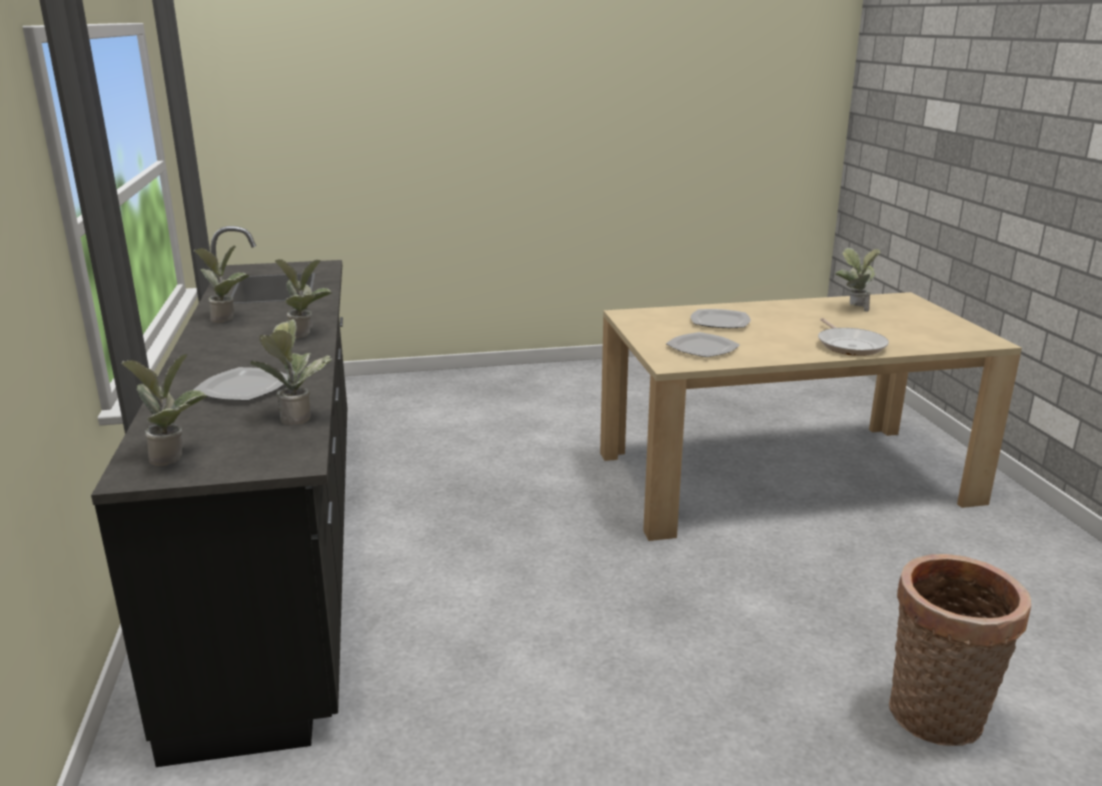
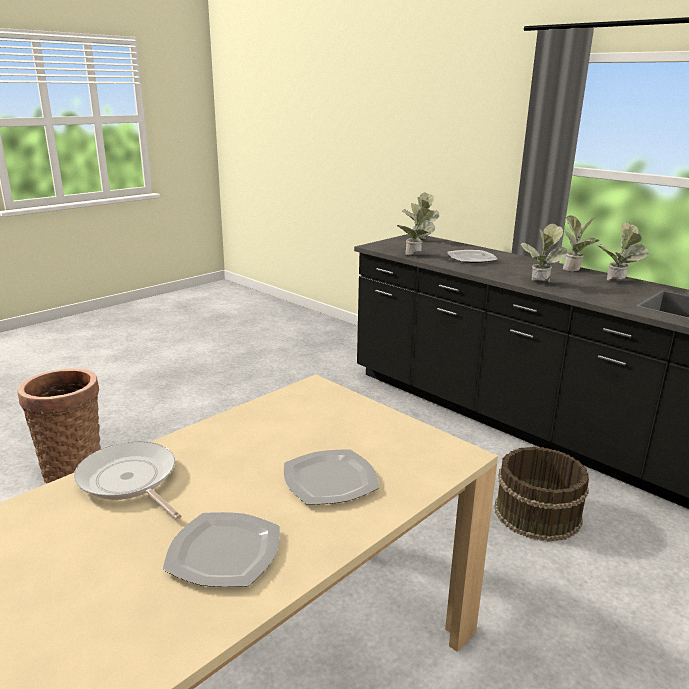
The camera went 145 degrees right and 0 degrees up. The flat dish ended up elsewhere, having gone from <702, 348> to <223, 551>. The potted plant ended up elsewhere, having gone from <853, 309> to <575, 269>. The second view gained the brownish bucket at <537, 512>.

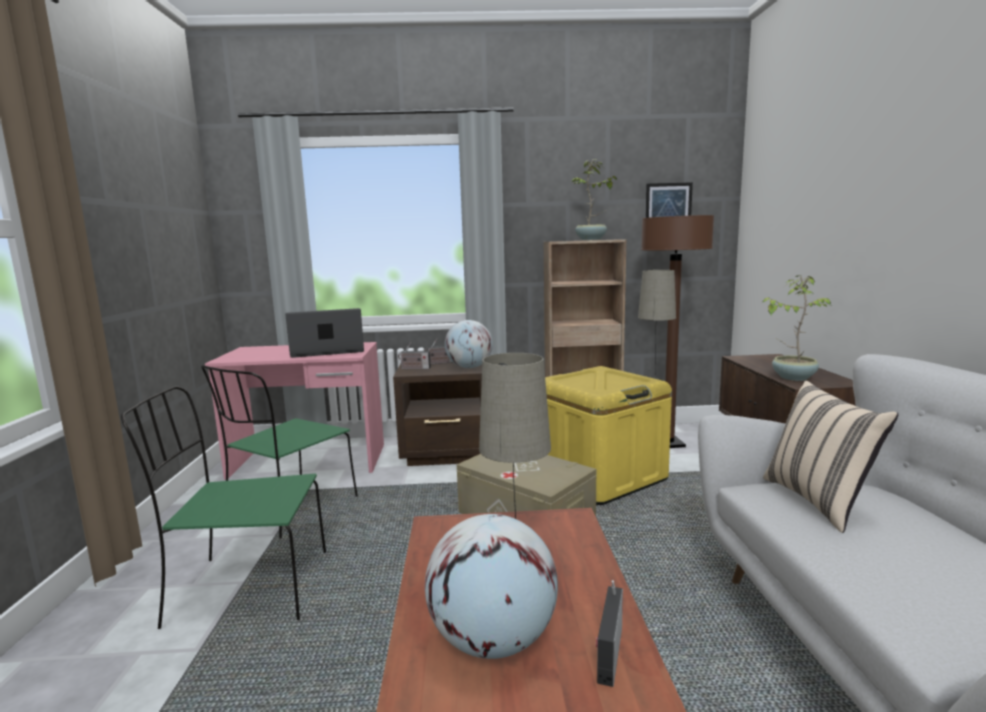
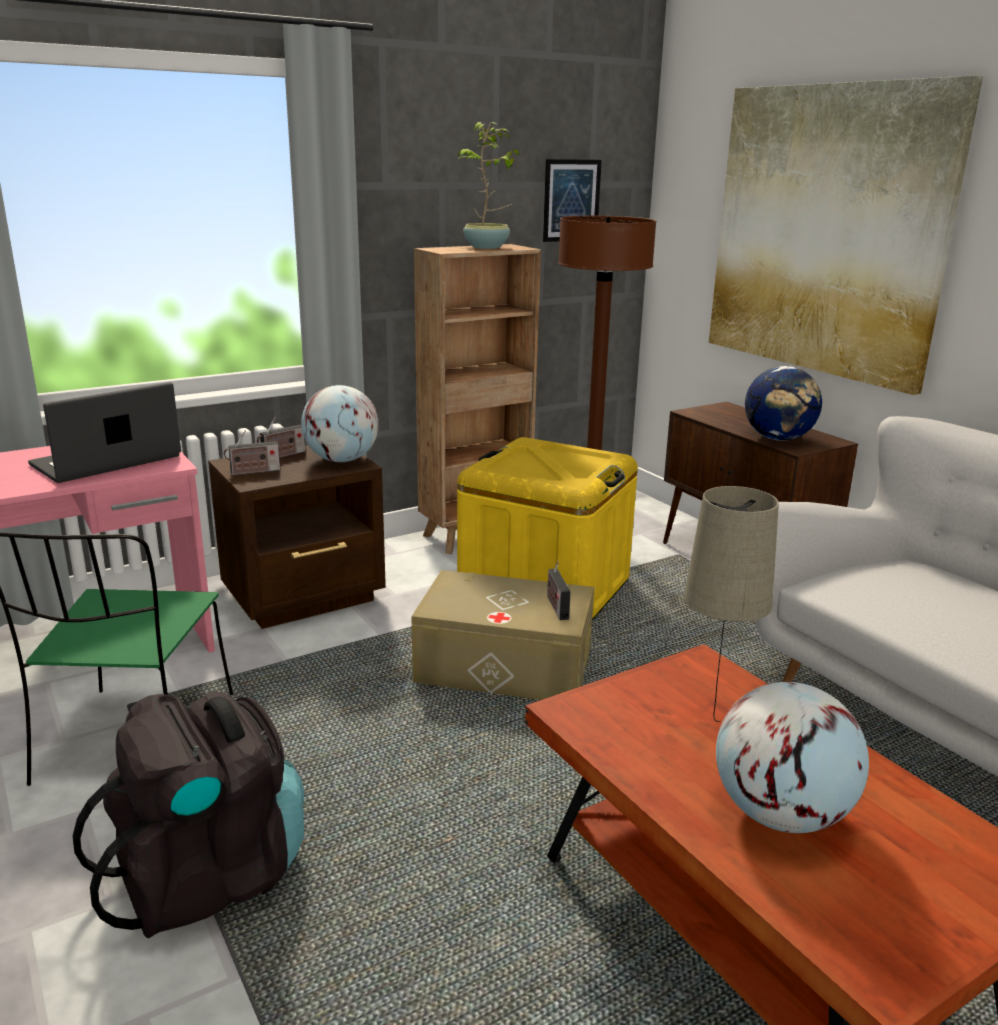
The camera went 30 degrees left and 10 degrees up. Where the green-coloured plain chair stood at <246, 588>, the black-coloured knapsack came to stand at <209, 876>. The radio set ended up elsewhere, having gone from <609, 651> to <556, 606>. The second view lost the sand-coloured lamp for a table at <654, 382>. Where the potted plant stood at <793, 377>, the desk globe came to stand at <778, 439>. The second view lost the sand-coloured throw pillow at <819, 501>. The second view gained the picture at <827, 231>.

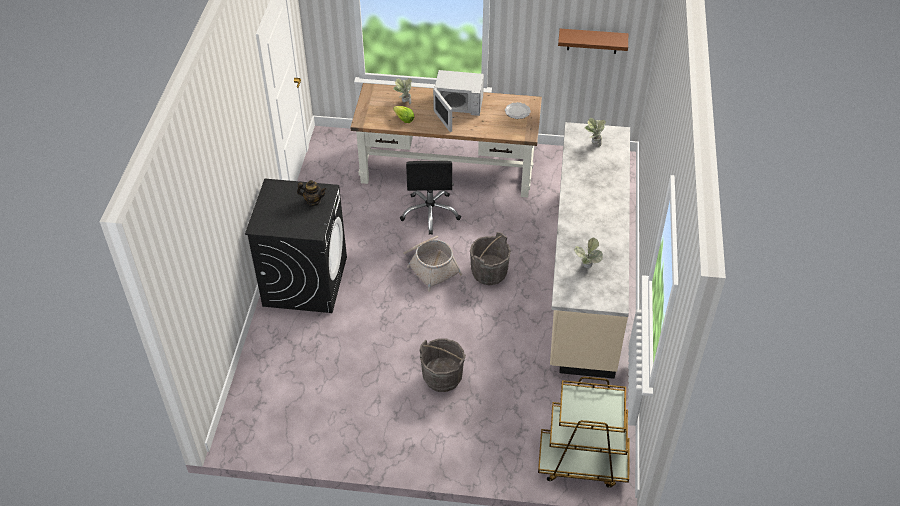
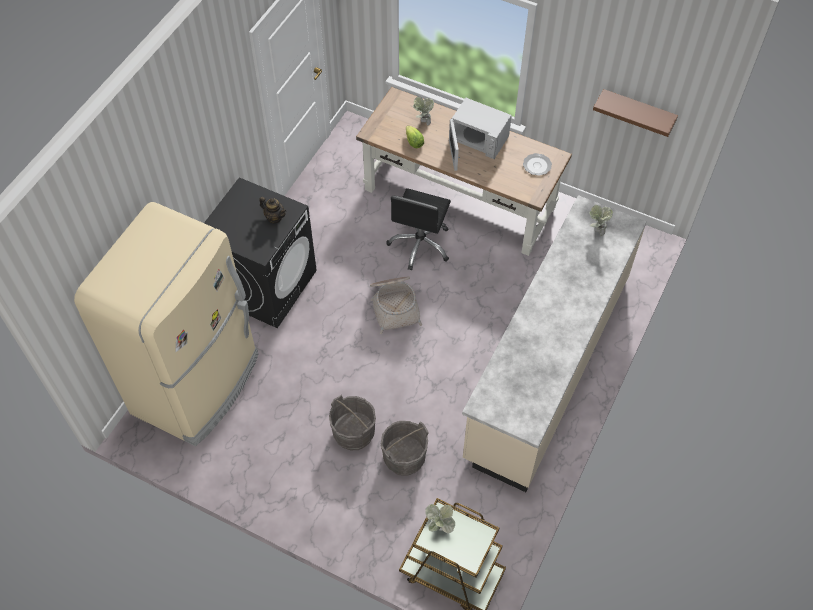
The camera went 20 degrees right and 10 degrees up. The greyish bucket ended up elsewhere, having gone from <489, 273> to <404, 458>. The potted plant ended up elsewhere, having gone from <586, 268> to <439, 528>. The second view gained the sand-coloured fridge at <198, 384>.

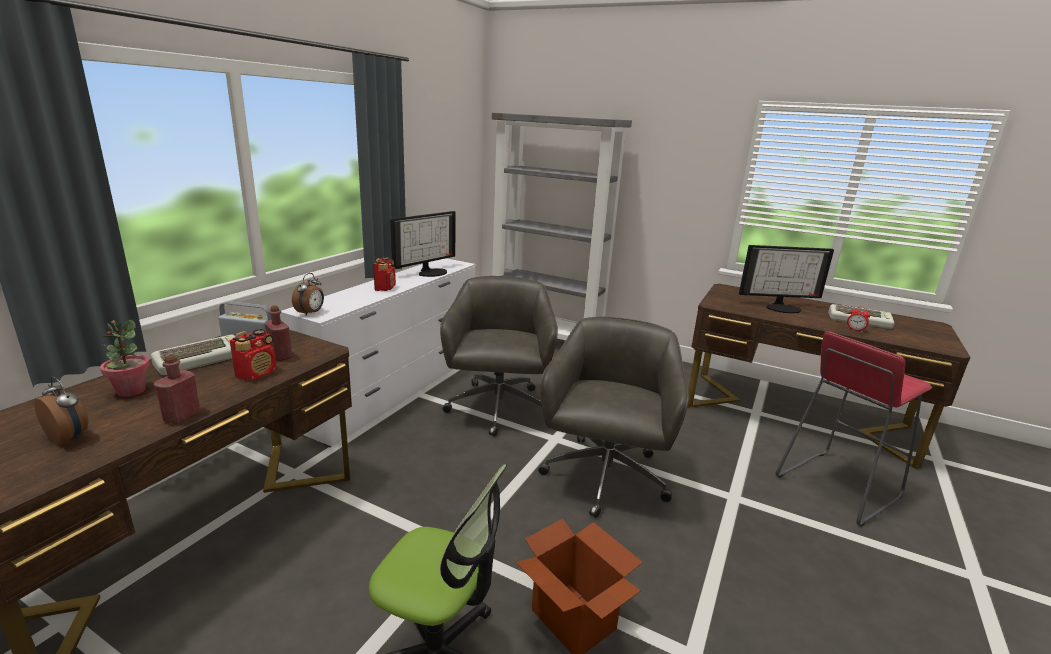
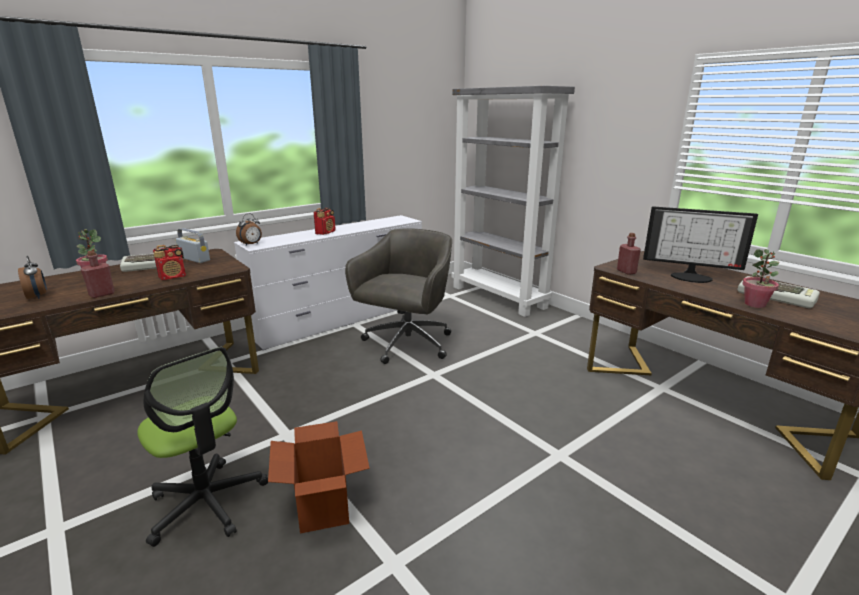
The camera went 25 degrees right and 0 degrees up. The reddish drink bottle ended up elsewhere, having gone from <280, 356> to <626, 271>. The second view lost the computer screen at <431, 272>. The second view lost the greyish computer chair at <604, 478>. The second view lost the reddish stool at <836, 486>. Where the alarm clock stood at <855, 330>, the potted plant came to stand at <755, 304>.

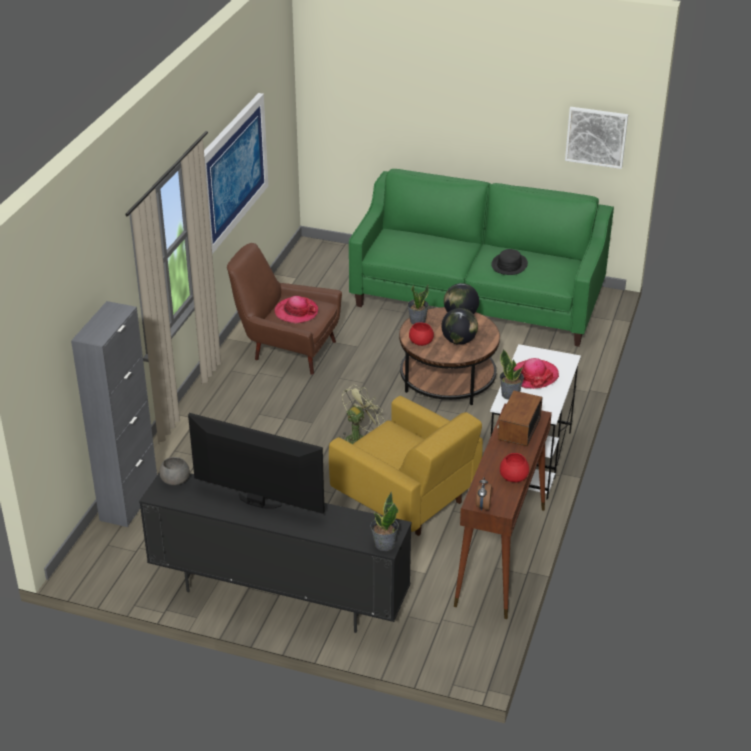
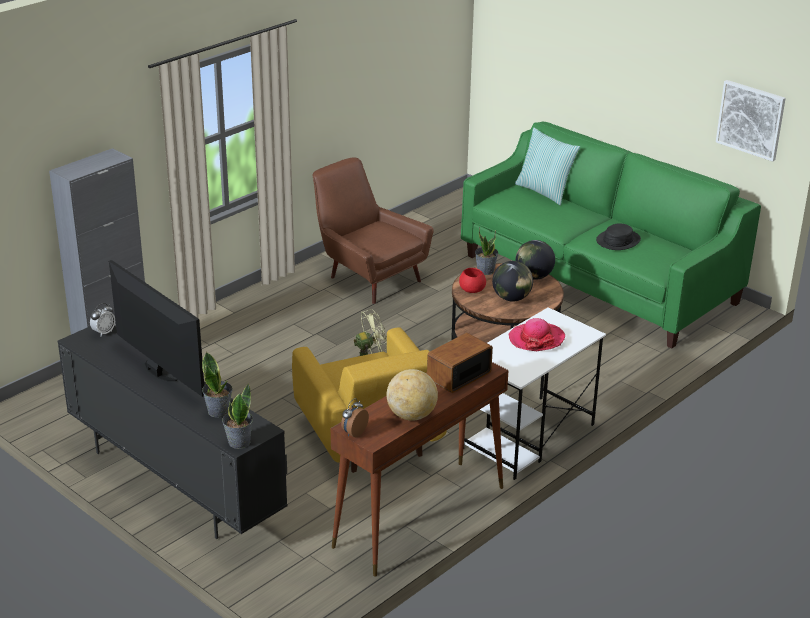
The camera went 25 degrees right and 5 degrees down. Where the greyish bowl stood at <174, 480>, the alarm clock came to stand at <103, 332>. The second view lost the picture at <231, 172>. The second view lost the clothing hat at <296, 312>. The potted plant ended up elsewhere, having gone from <510, 394> to <219, 411>. Where the reddish bowl stood at <513, 476>, the desk globe came to stand at <411, 415>. The second view gained the throw pillow at <544, 192>.

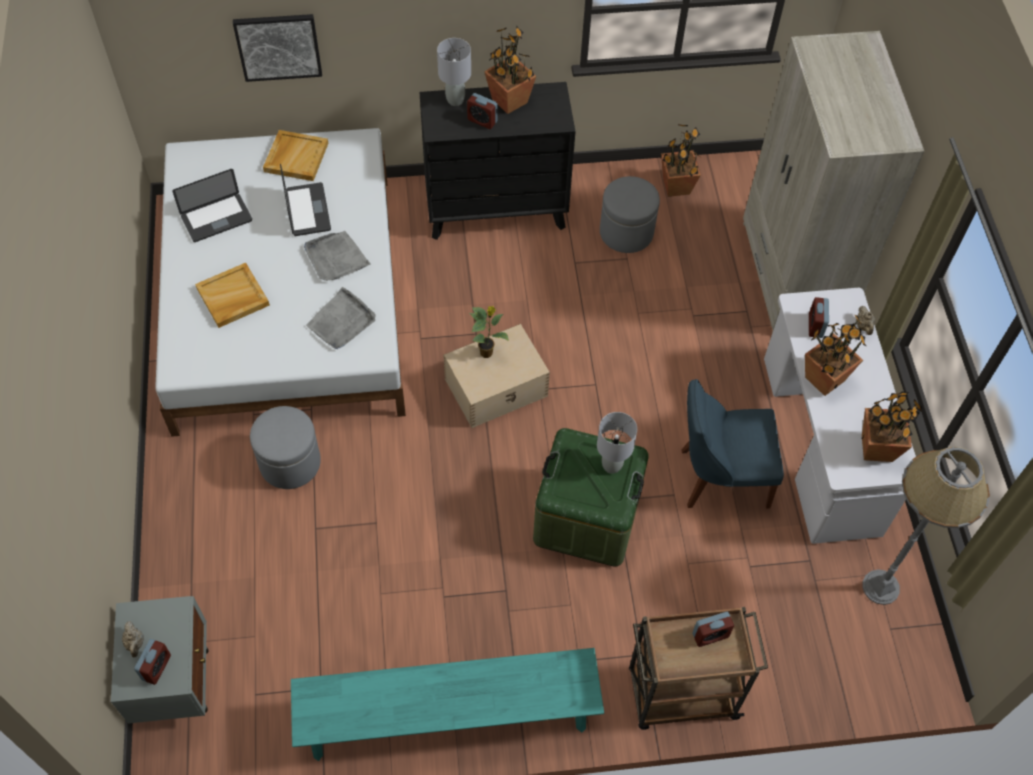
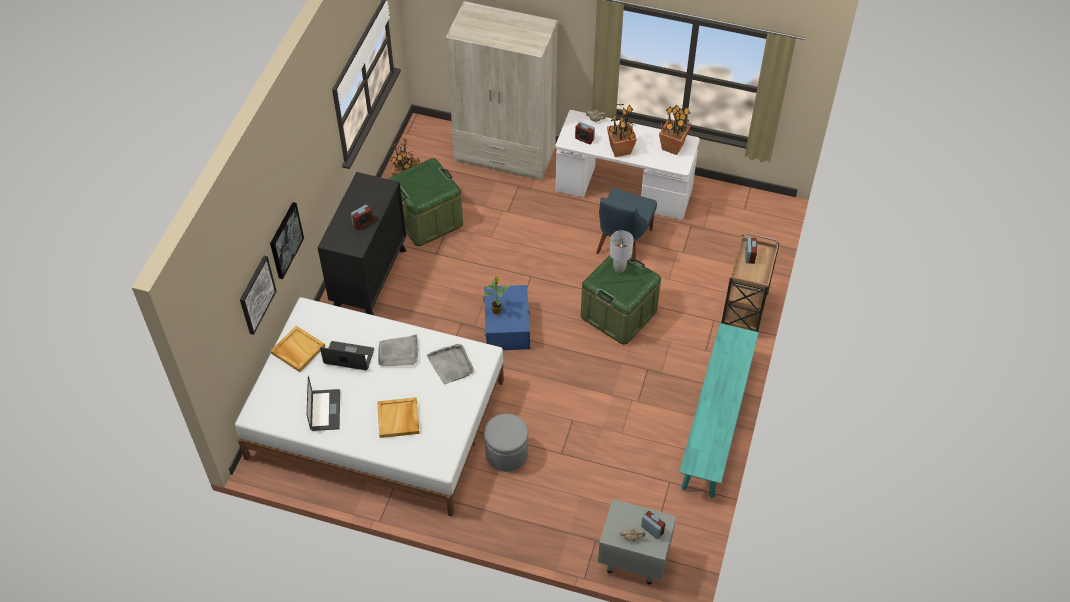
The camera went 65 degrees left and 5 degrees down. The second view lost the greyish lamp for a table at <455, 100>. What was the sand-coloured storage bin at <497, 387> turned into the blue storage bin at <507, 326>. The second view lost the potted plant at <509, 101>. Where the greyish ottoman stood at <626, 232>, the green-coloured storage bin came to stand at <427, 219>. The second view lost the greyish standard lamp at <880, 587>. The second view gained the picture at <285, 240>.

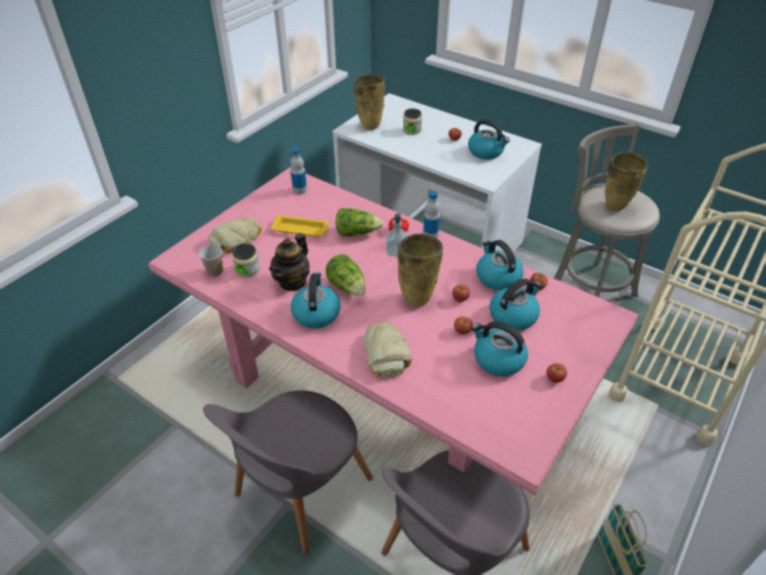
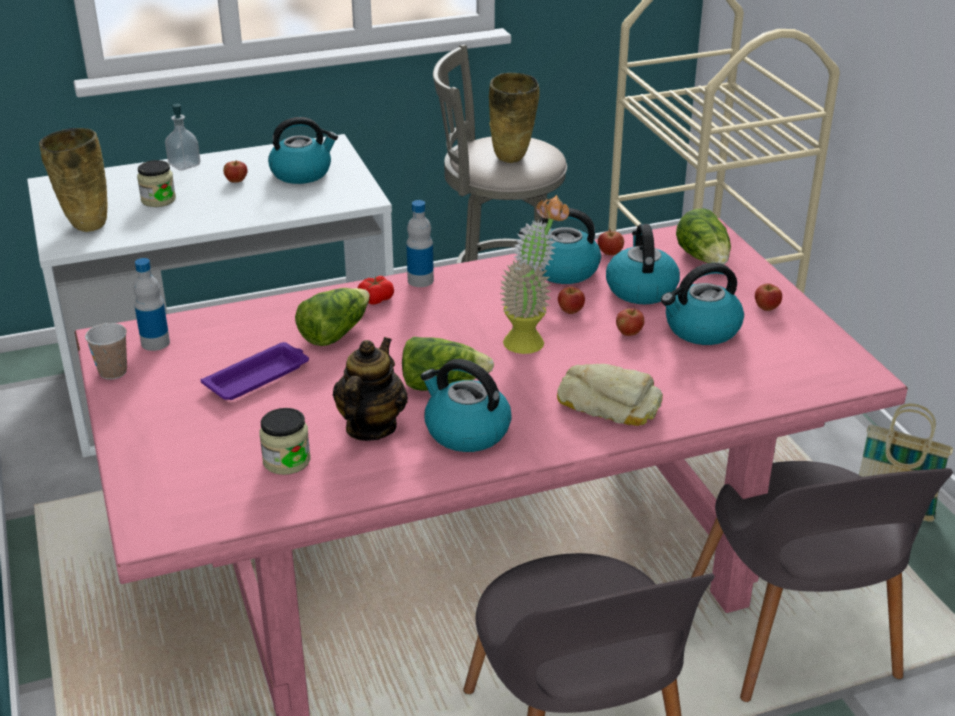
The camera went 55 degrees left and 10 degrees down. The small cup ended up elsewhere, having gone from <215, 271> to <113, 372>. The second view lost the bakery bread at <236, 240>. The teapot at <292, 281> ended up facing another way, 135 degrees counterclockwise from before. What was the yellow carrying tray at <301, 230> turned into the purplish carrying tray at <258, 377>. The soap bottle ended up elsewhere, having gone from <396, 252> to <184, 165>. Where the sand-coloured decorative vase stood at <418, 297>, the potted plant came to stand at <531, 338>. The second view gained the head of lettuce at <704, 259>.

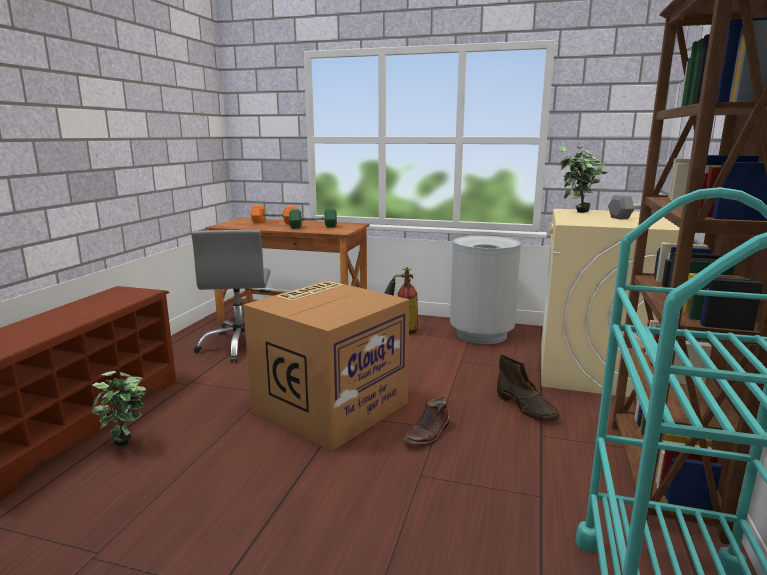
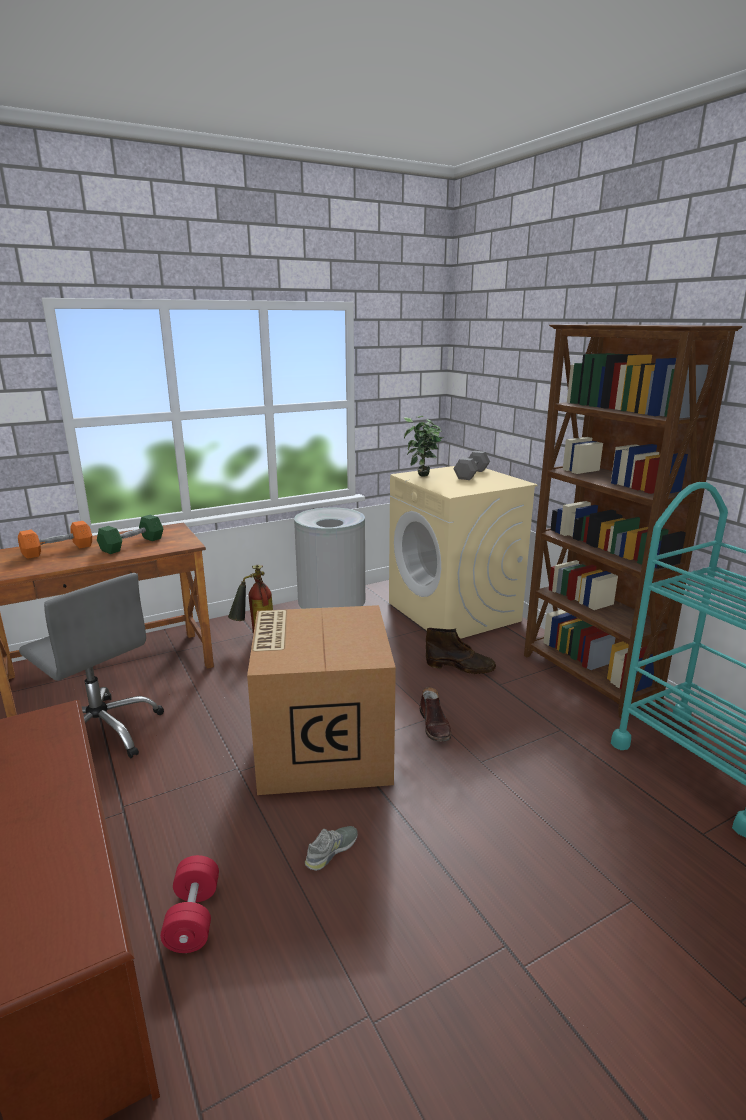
The camera went 45 degrees left and 5 degrees up. Where the potted plant stood at <127, 447>, the reddish hand weight came to stand at <193, 918>. The second view gained the greyish low shoe at <331, 851>.

